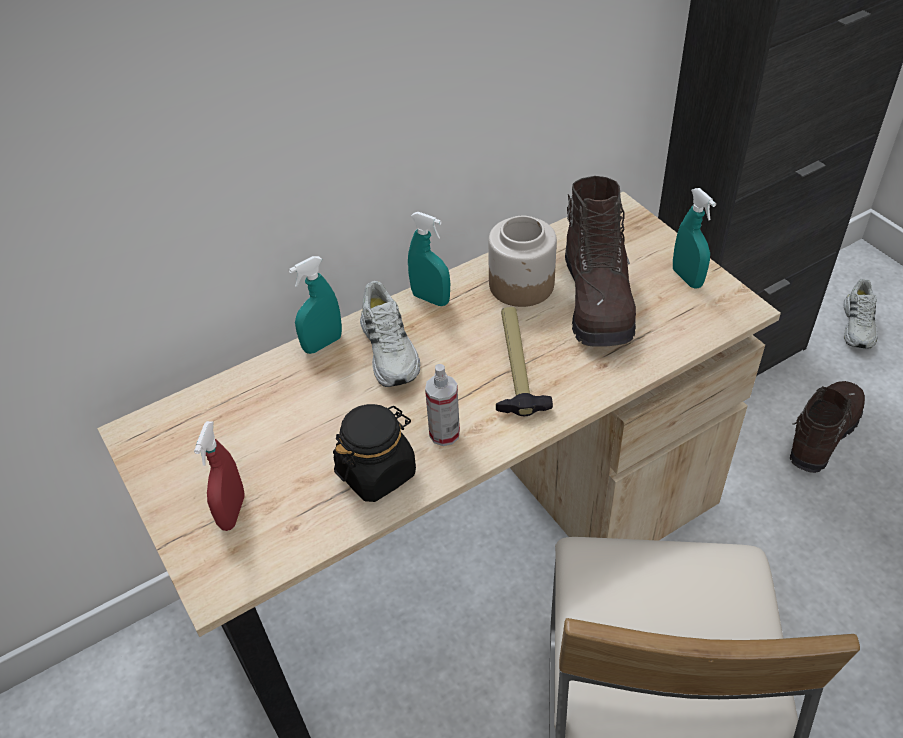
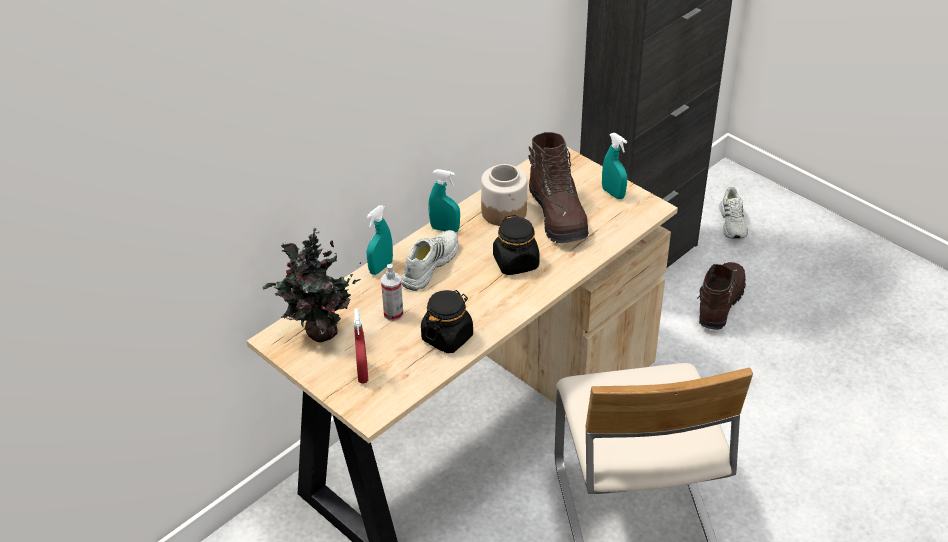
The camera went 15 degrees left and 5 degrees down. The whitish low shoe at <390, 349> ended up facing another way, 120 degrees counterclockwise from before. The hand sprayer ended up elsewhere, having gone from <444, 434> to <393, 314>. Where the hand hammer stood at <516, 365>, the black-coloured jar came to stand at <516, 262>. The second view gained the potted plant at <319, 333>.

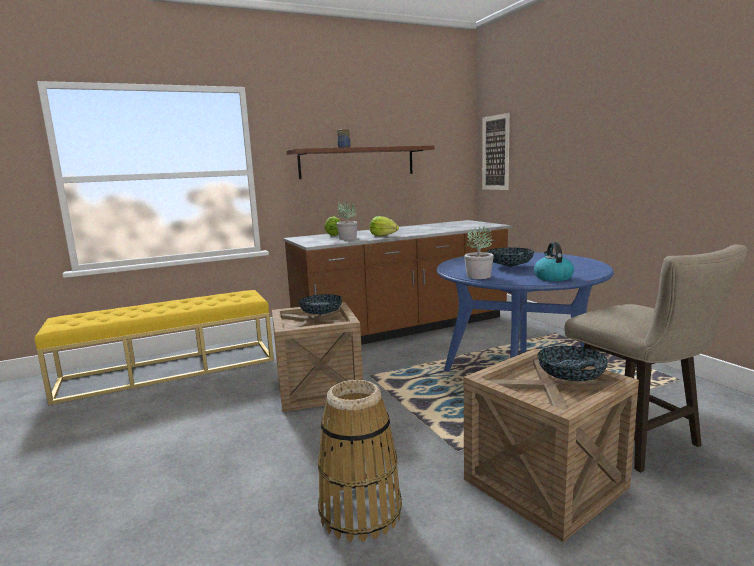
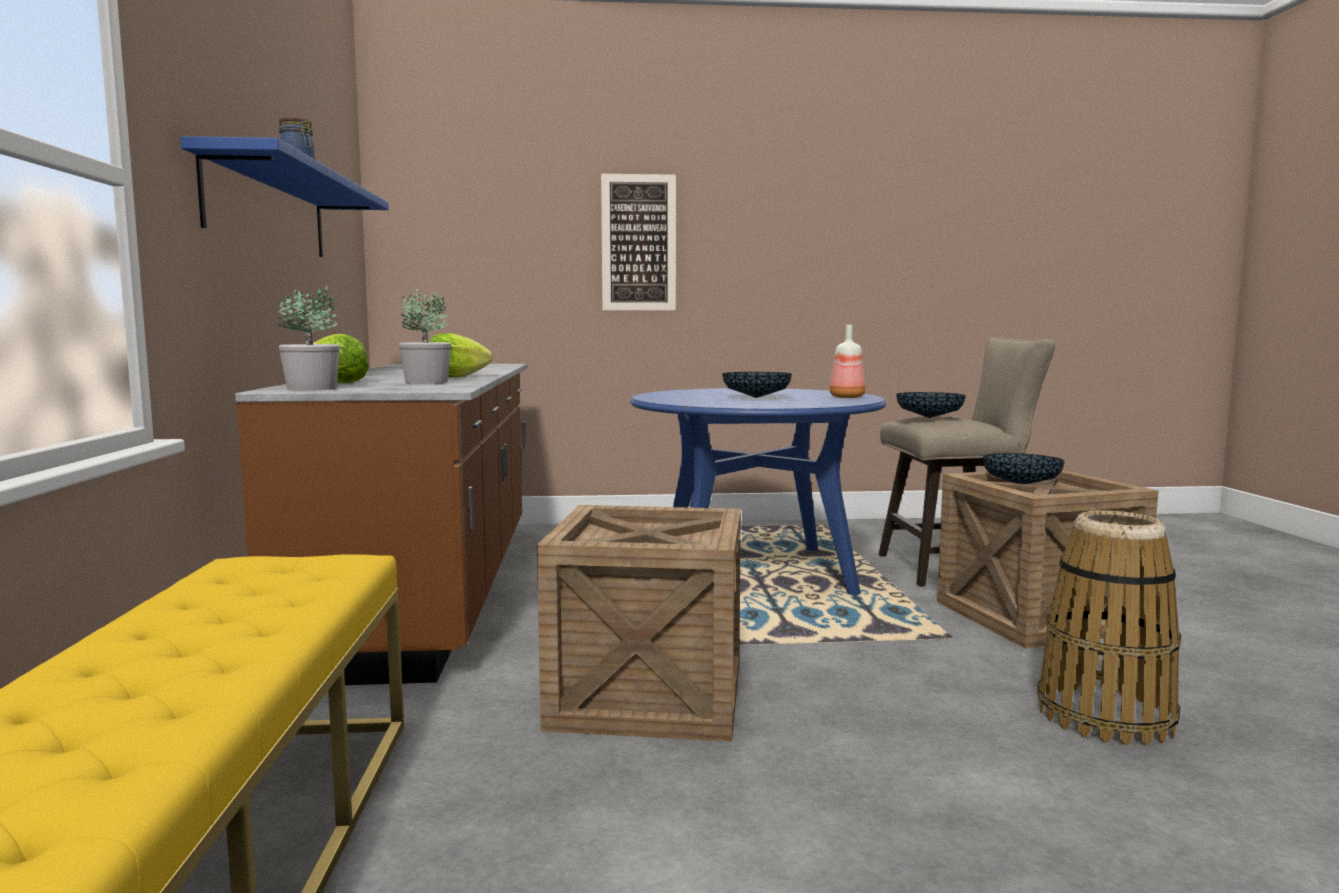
The camera went 70 degrees left and 5 degrees down. What was the brownish bracket shelf at <357, 162> turned into the blue bracket shelf at <269, 210>. The bowl ended up elsewhere, having gone from <321, 314> to <929, 418>. The potted plant ended up elsewhere, having gone from <479, 276> to <313, 388>. The picture ended up elsewhere, having gone from <495, 153> to <638, 243>. Where the tea kettle stood at <552, 277>, the drink bottle came to stand at <847, 397>.

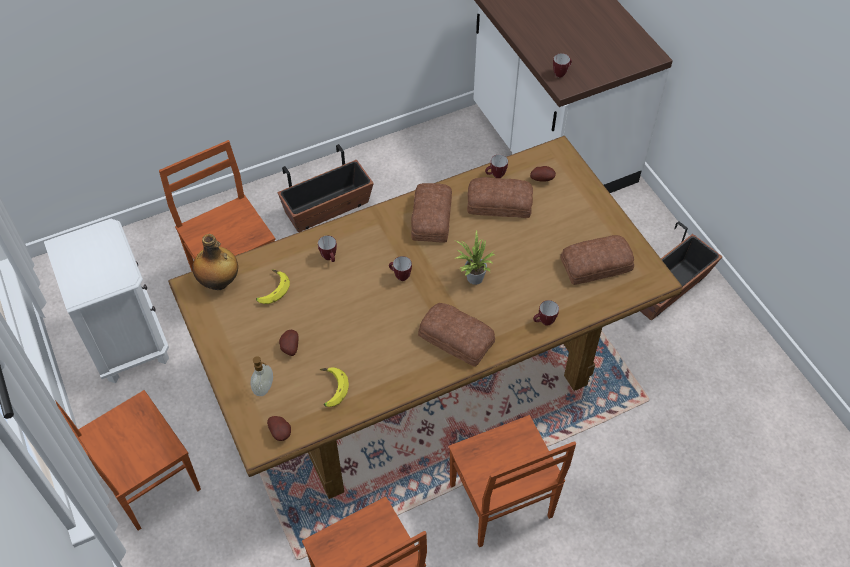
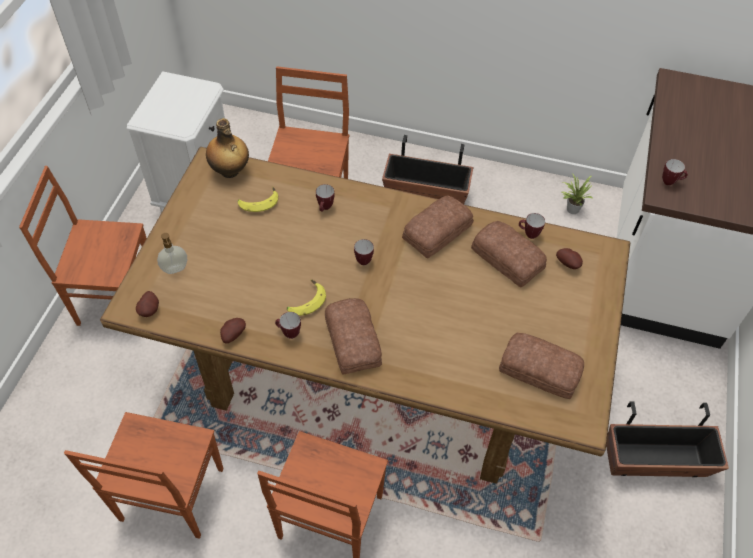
The camera went 40 degrees right and 0 degrees up. The spud ended up elsewhere, having gone from <289, 348> to <232, 334>. The banana fruit ended up elsewhere, having gone from <330, 389> to <305, 301>. The potted plant ended up elsewhere, having gone from <472, 278> to <571, 208>. The coffee mug ended up elsewhere, having gone from <544, 322> to <288, 333>.

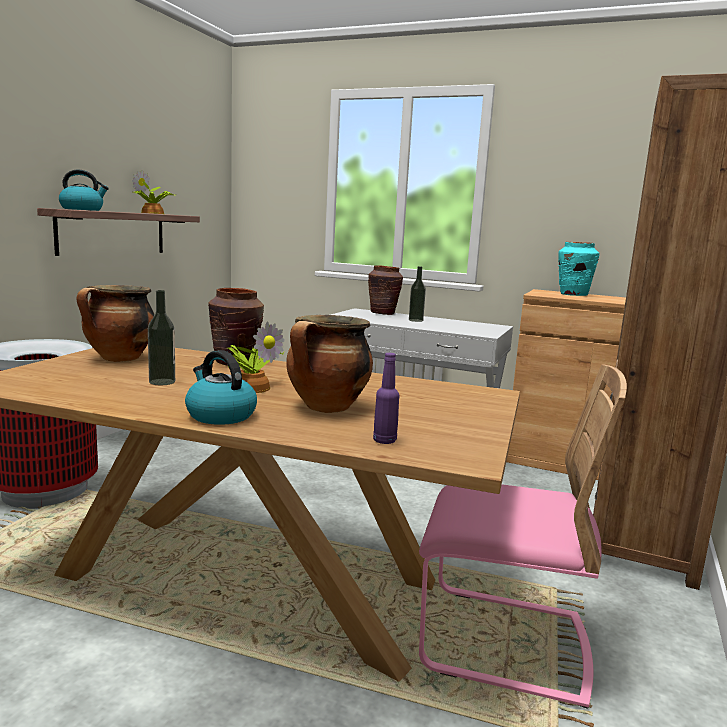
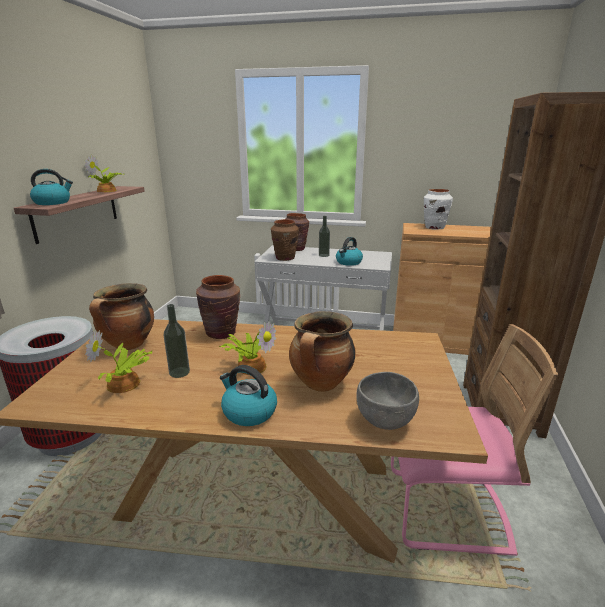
The camera went 10 degrees left and 10 degrees up. Where the purplish drink bottle stood at <384, 440>, the greyish bowl came to stand at <384, 420>. What was the blue-green decorative vase at <573, 294> turned into the whitish decorative vase at <434, 227>. The second view gained the potted plant at <124, 385>. The second view gained the brownish decorative vase at <285, 258>. The second view gained the tea kettle at <348, 262>.

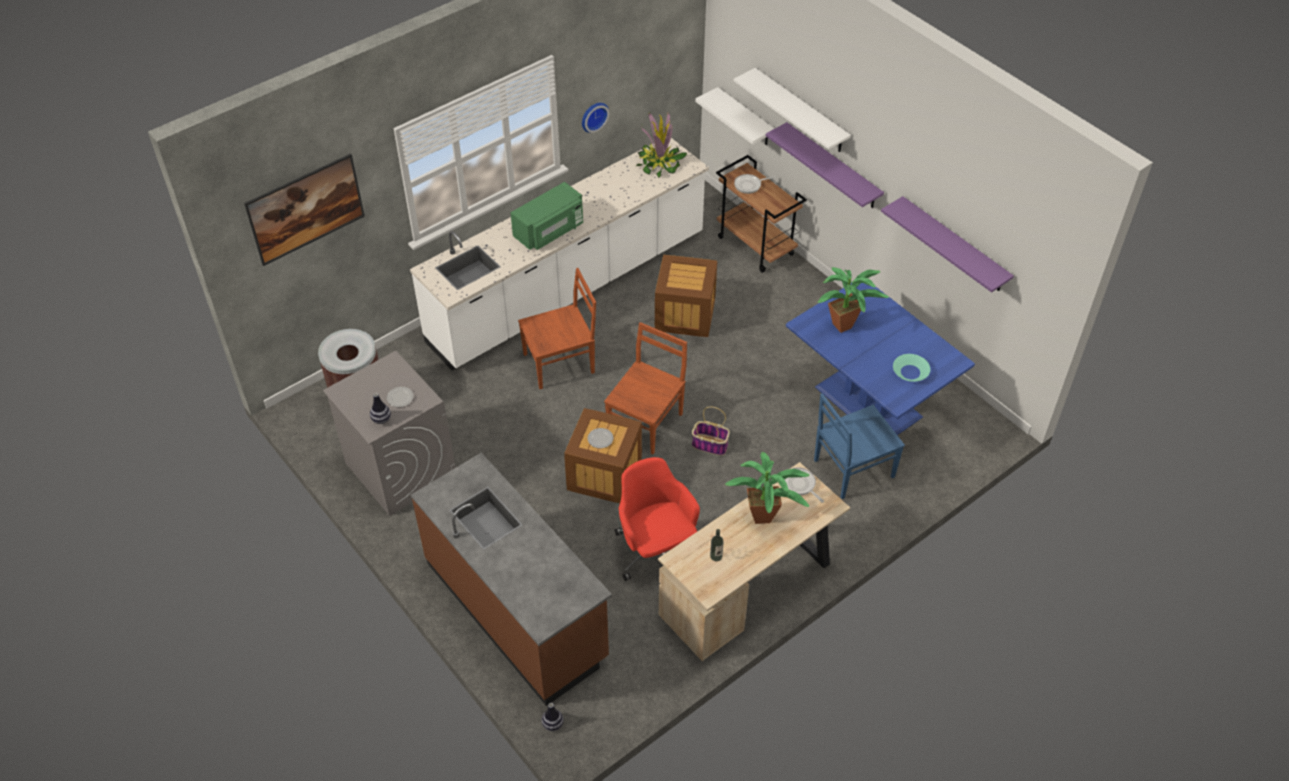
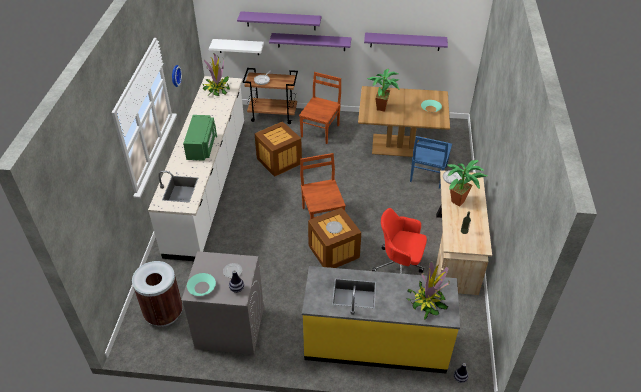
The camera went 45 degrees left and 5 degrees down. The second view lost the picture at <310, 224>. What was the brownish kitchen base unit at <517, 610> turned into the yellow kitchen base unit at <376, 343>. The brownish plain chair ended up elsewhere, having gone from <561, 363> to <320, 130>. The second view lost the basket at <710, 445>. What was the whitish bracket shelf at <800, 111> turned into the purplish bracket shelf at <281, 20>. What was the blue kitchen table at <867, 403> turned into the brownish kitchen table at <399, 146>. The second view gained the blue-green bowl at <202, 287>. The second view gained the potted plant at <426, 302>.

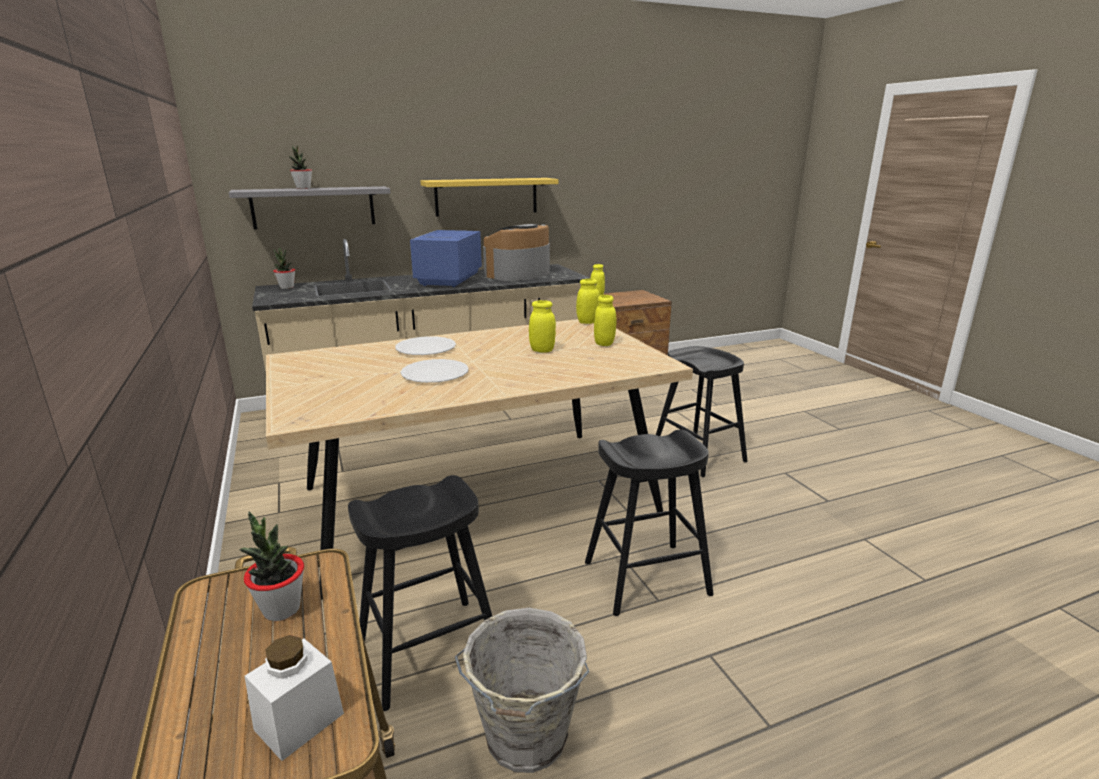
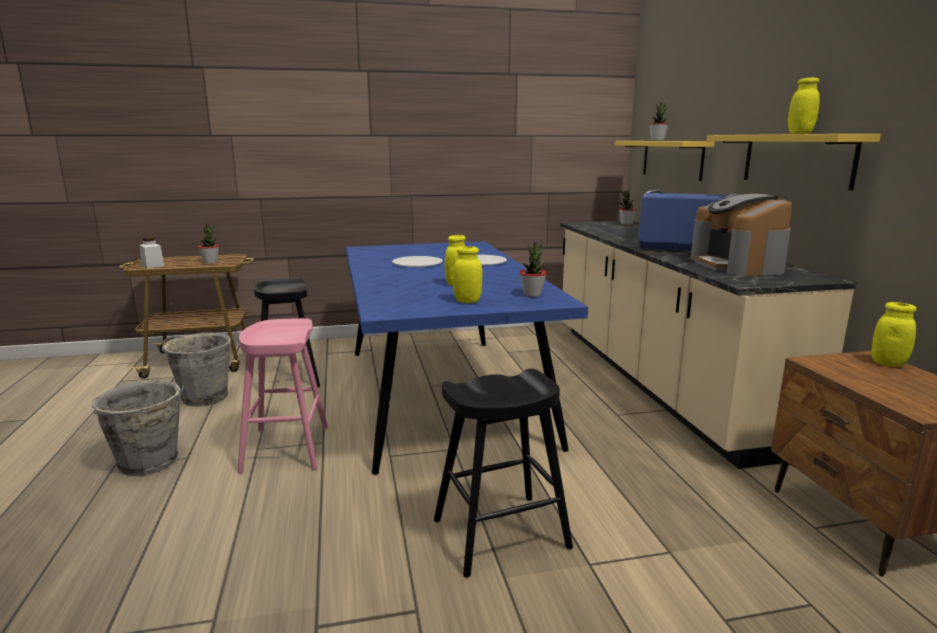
The camera went 100 degrees right and 5 degrees down. What was the greyish bracket shelf at <313, 207> turned into the yellow bracket shelf at <672, 159>. What was the sand-coloured kitchen table at <478, 500> turned into the blue kitchen table at <441, 393>. The coffee machine at <518, 274> ended up facing another way, 150 degrees counterclockwise from before. The yellow jar ended up elsewhere, having gone from <587, 322> to <800, 134>. What was the black-coloured stool at <647, 578> turned into the pink-coloured stool at <286, 449>. The second view gained the greyish bucket at <149, 463>. The second view gained the potted plant at <532, 295>.

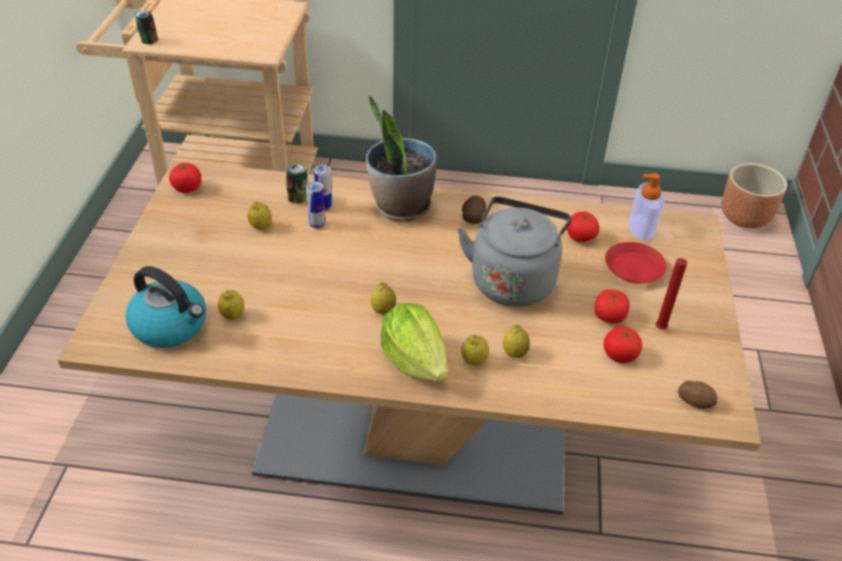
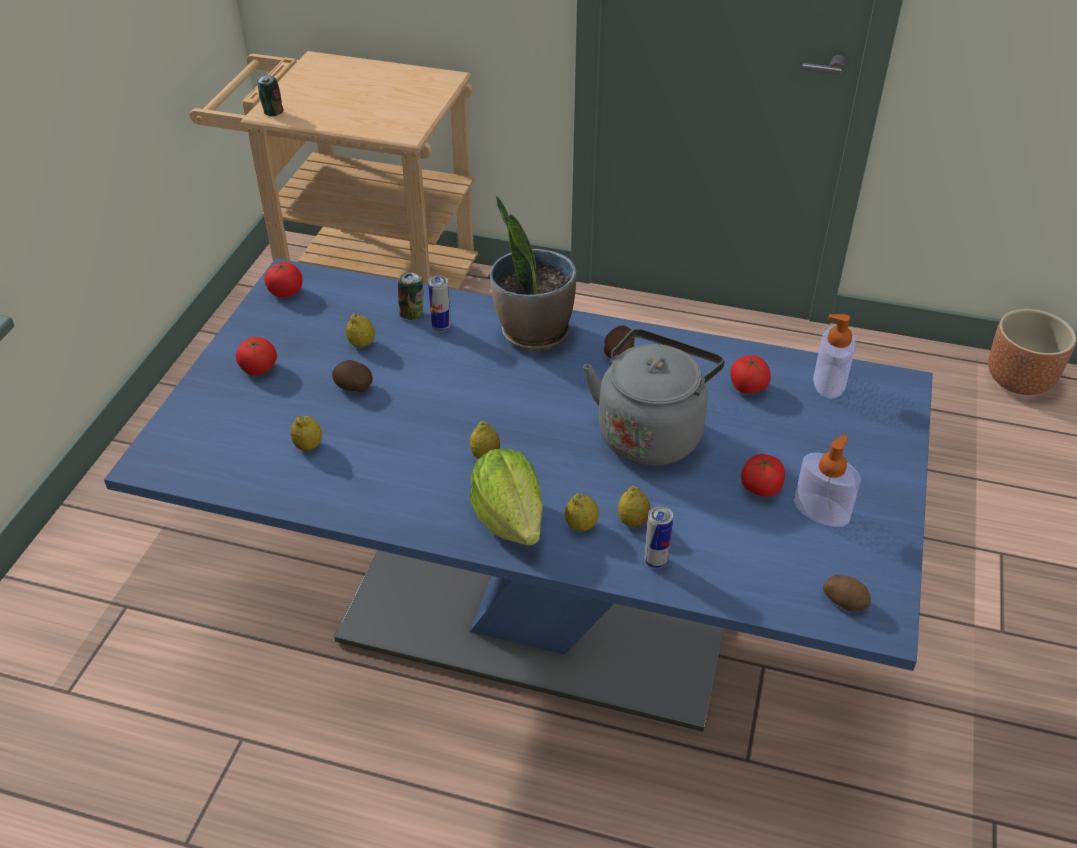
The camera went 10 degrees right and 0 degrees up. What was the sand-coloured kitchen table at <415, 435> turned into the blue kitchen table at <538, 615>. The second view lost the tea kettle at <171, 326>. The sealed can ended up elsewhere, having gone from <317, 224> to <655, 561>. The tomato ended up elsewhere, having gone from <619, 355> to <258, 368>. The second view lost the reddish flat dish at <633, 267>. Where the reddish wax light stood at <659, 330>, the soap bottle came to stand at <821, 510>. The second view gained the spud at <353, 387>.

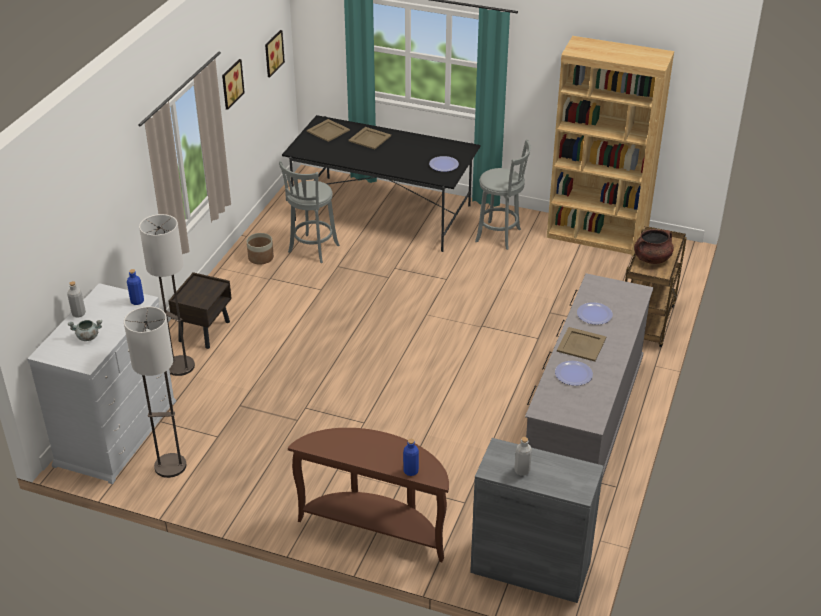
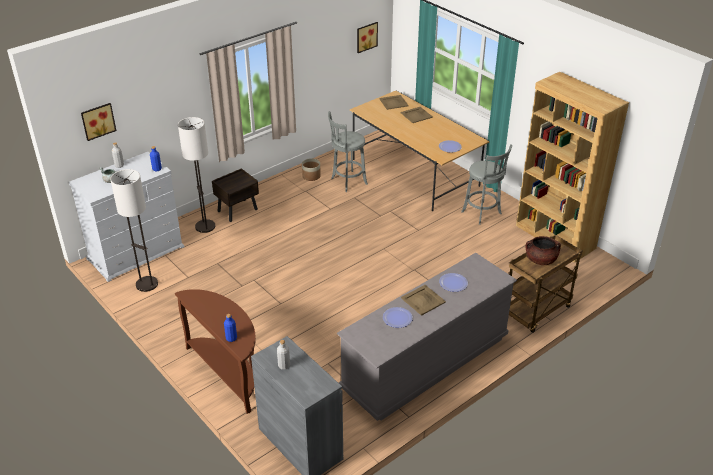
The camera went 30 degrees right and 0 degrees up. The picture ended up elsewhere, having gone from <231, 83> to <97, 121>. What was the black-coloured kitchen table at <382, 213> turned into the sand-coloured kitchen table at <415, 172>.

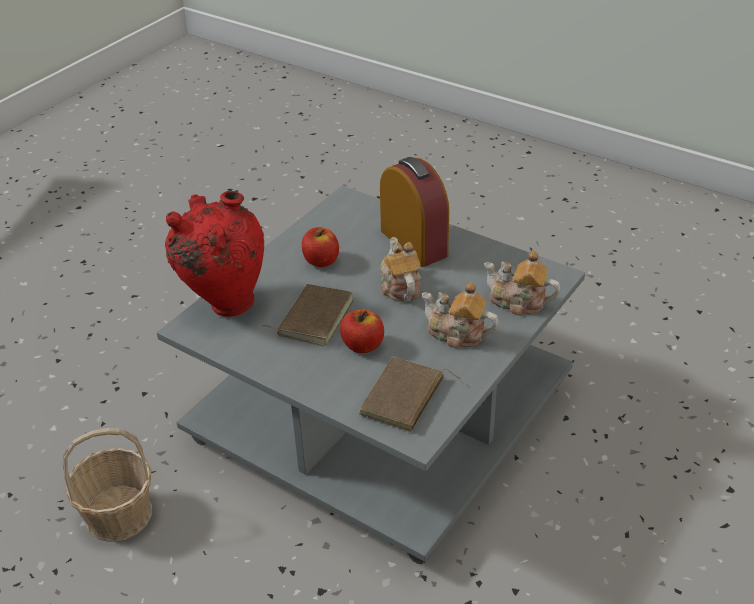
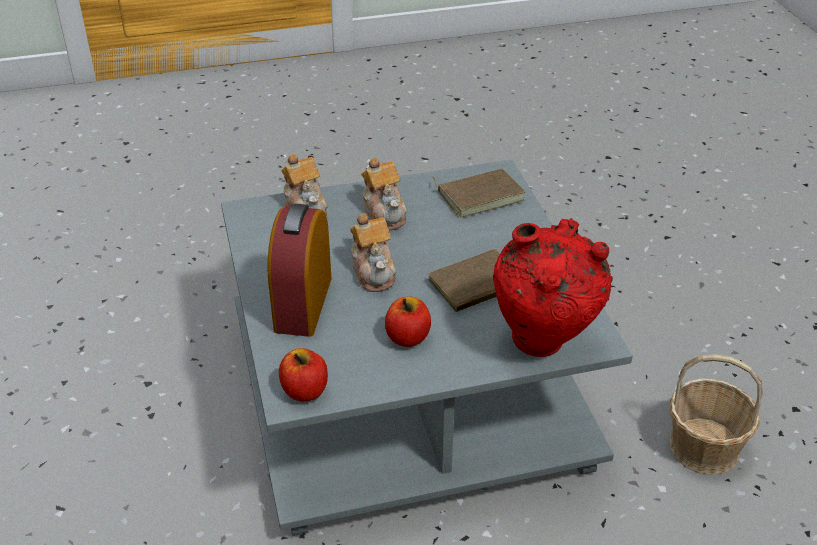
The camera went 140 degrees left and 0 degrees up. The whole apple ended up elsewhere, having gone from <362, 345> to <305, 391>. The teapot at <399, 287> ended up facing another way, 45 degrees counterclockwise from before.

